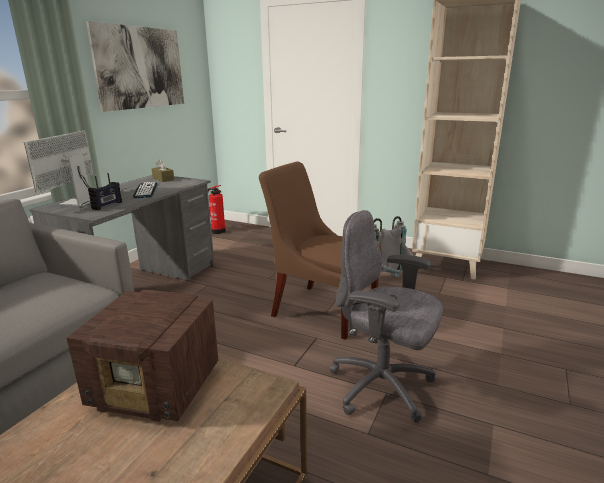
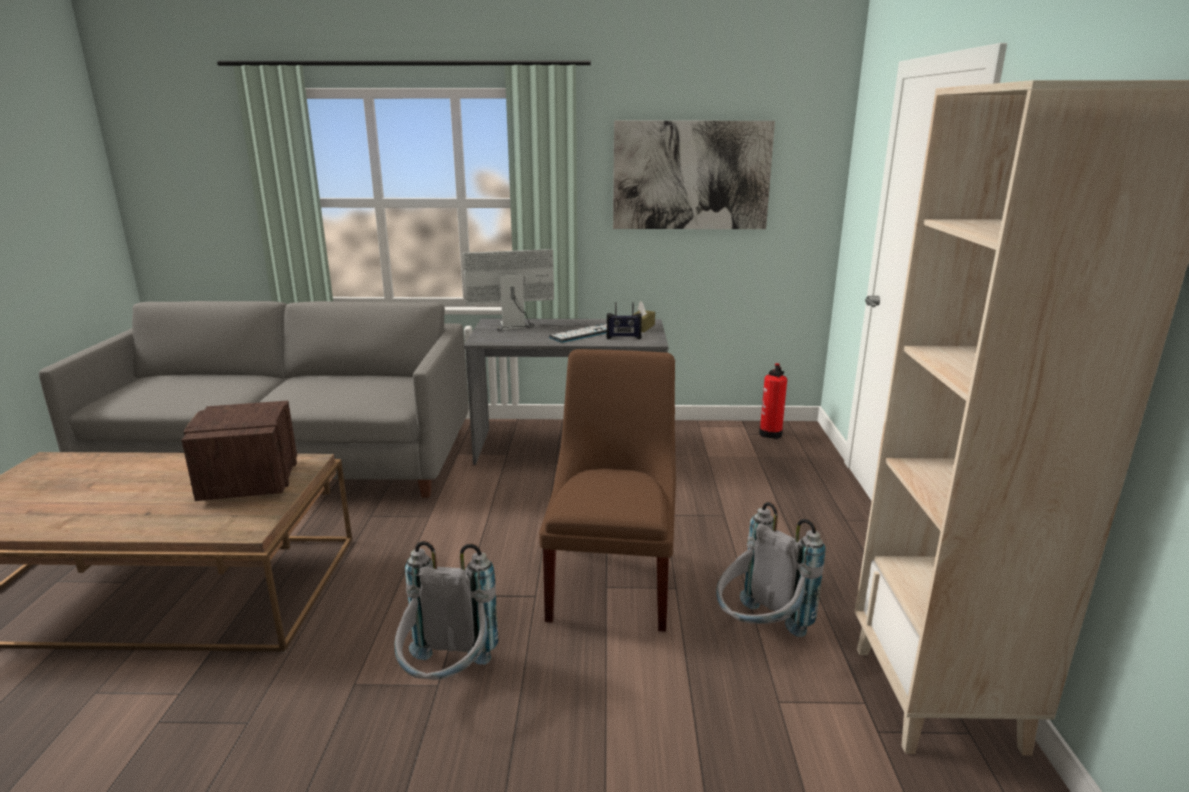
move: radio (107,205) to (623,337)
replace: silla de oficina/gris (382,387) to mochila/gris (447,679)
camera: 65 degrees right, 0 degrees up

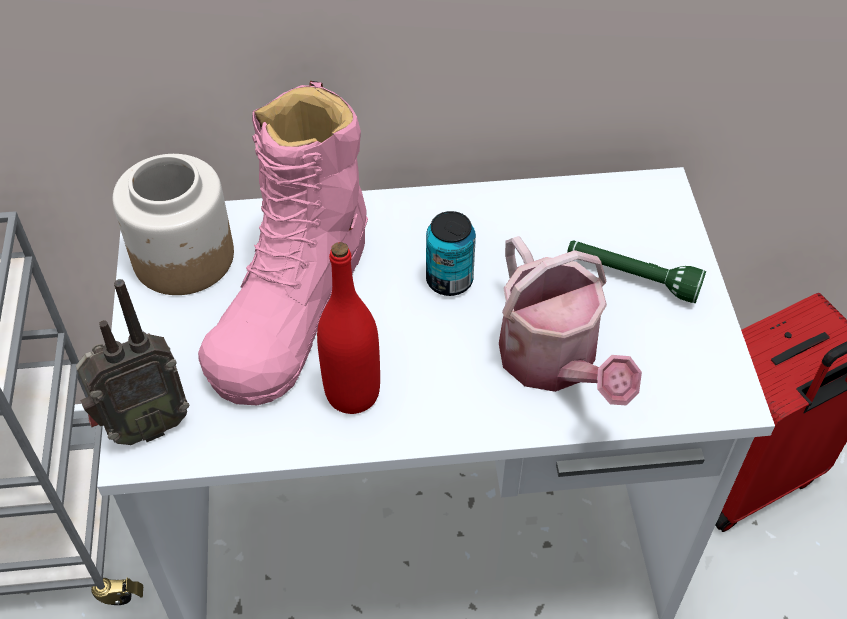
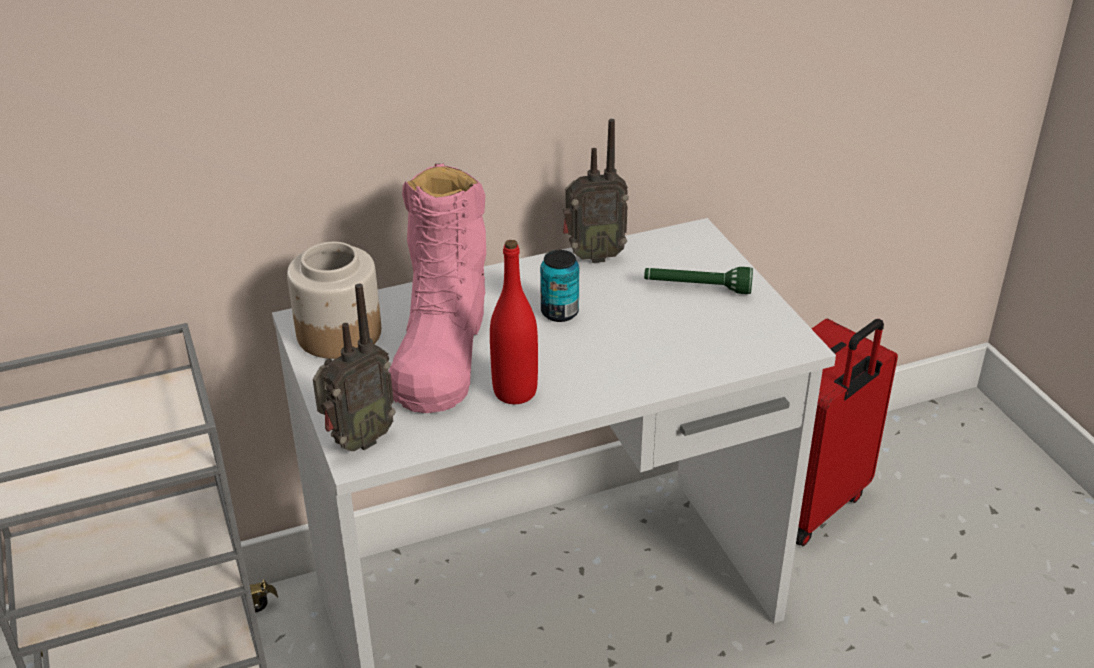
delete: regadera (554,363)
insert: radio (592,256)
camera: 15 degrees left, 15 degrees down

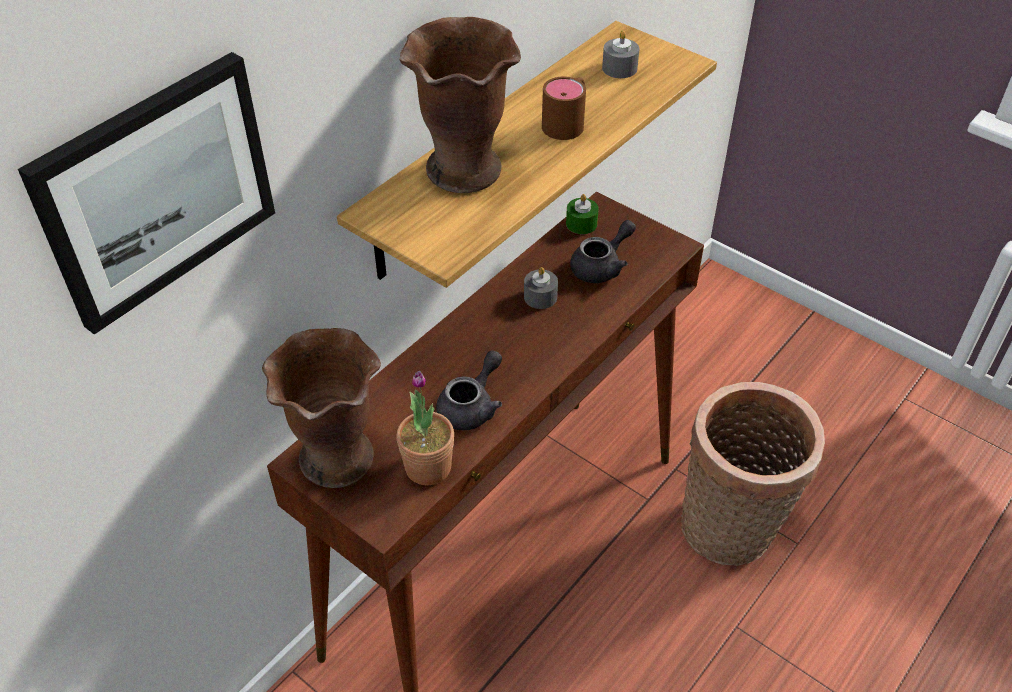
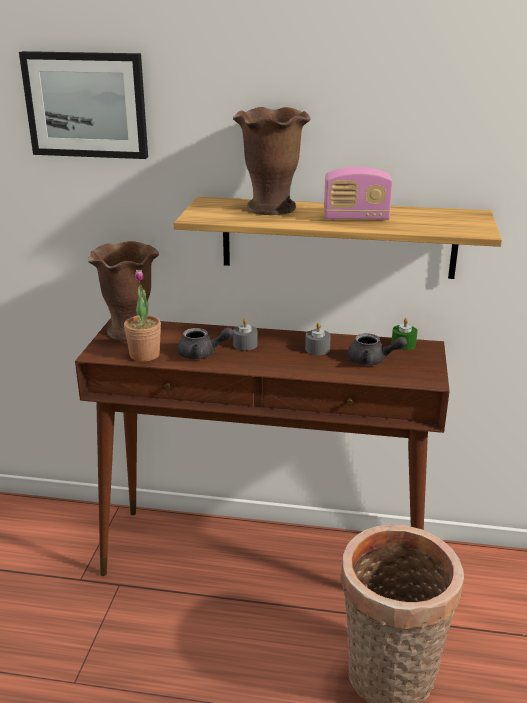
move: vela/gris (619,68) to (245,344)
replace: taza grande/marrón (567,122) to radio (356,218)
camera: 60 degrees right, 20 degrees down

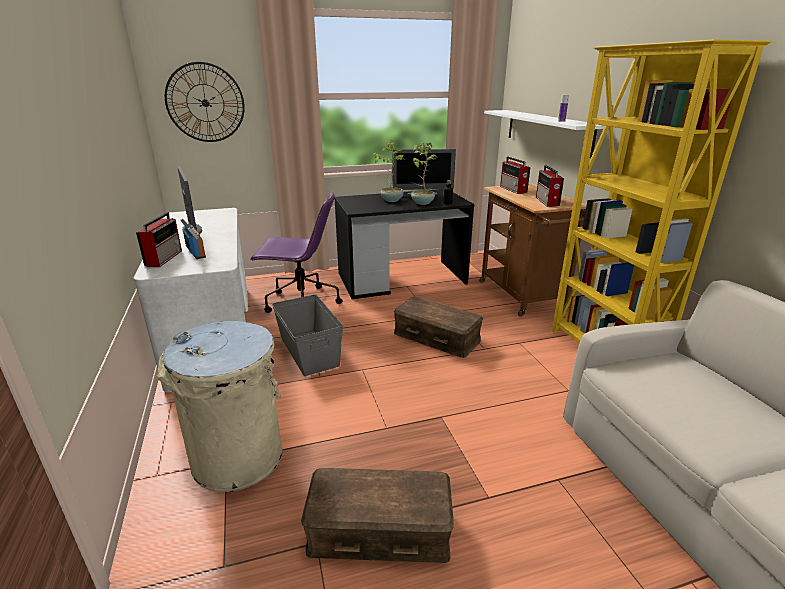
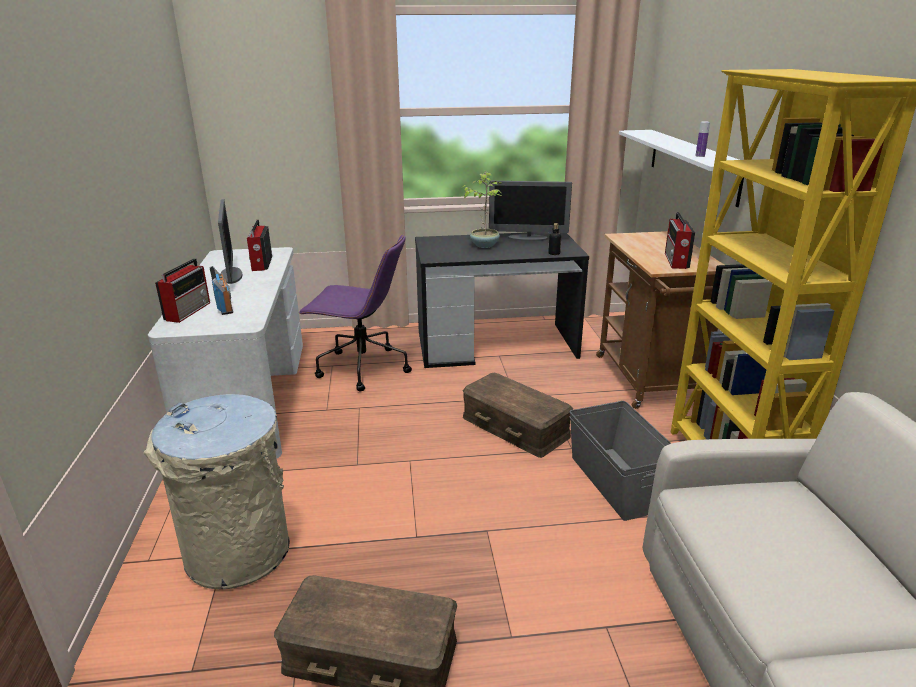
delete: reloj de pared (205,103); planta en maceta (422,203)
move: caja de almacenaje/gris (309,351) to (618,481); radio (513,190) to (261,264)
camera: 10 degrees right, 0 degrees up

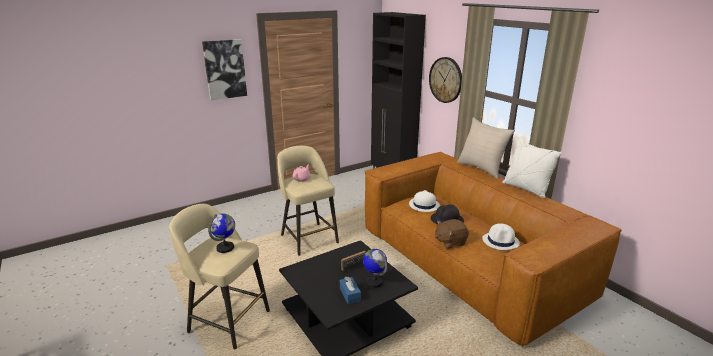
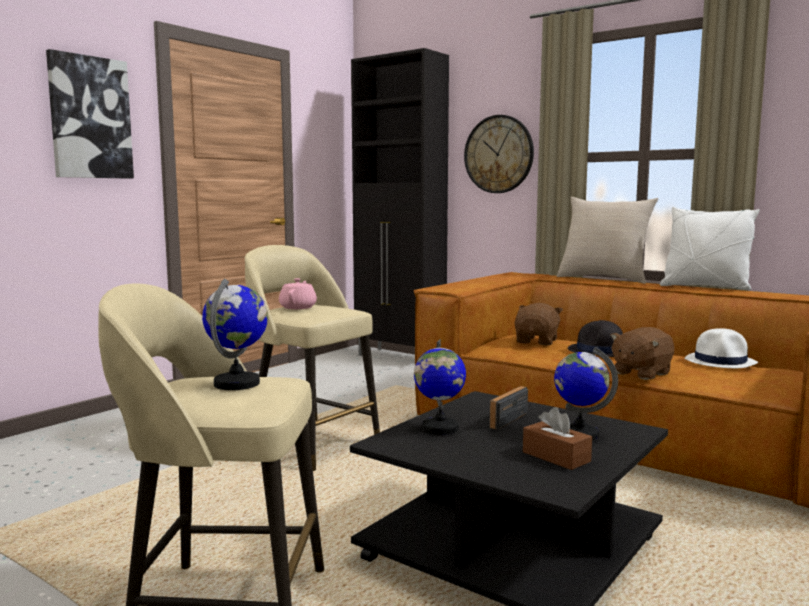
insert: globo terráqueo (439,428)
replace: sombrero/blanco (424,205) to peluche/marrón (537,341)
recolor: caja de pañuelos/azul (350,294) to caja de pañuelos/marrón (556,457)
camera: 20 degrees left, 15 degrees down

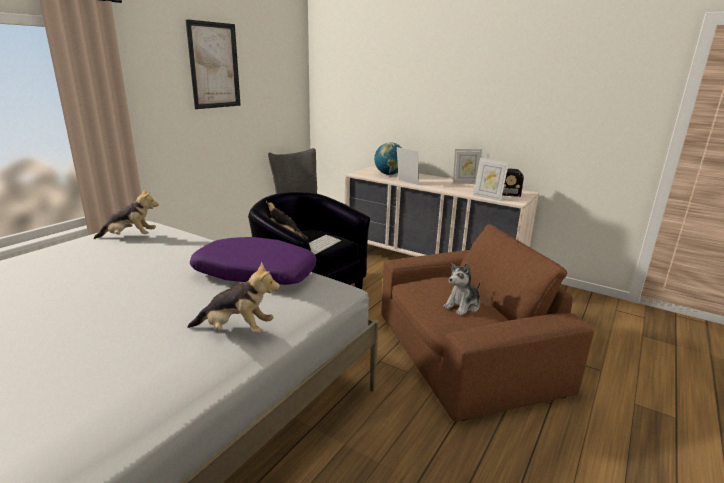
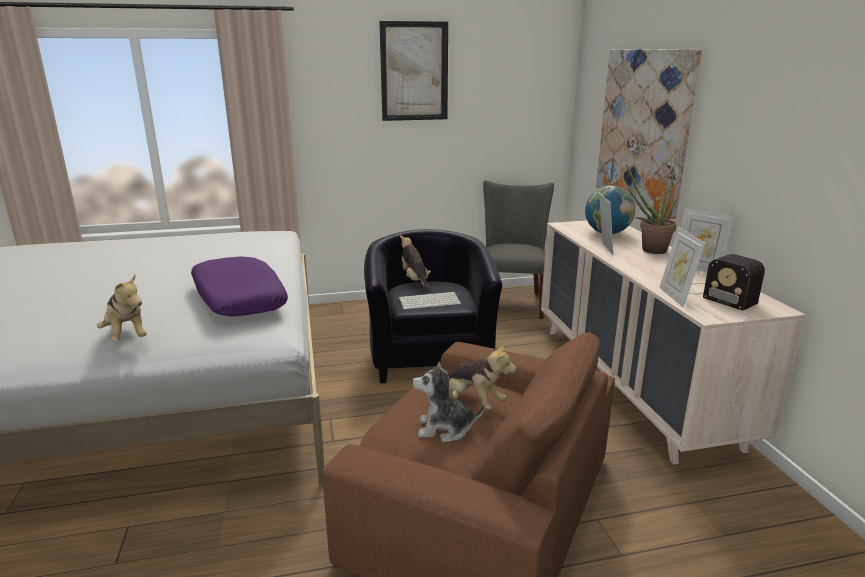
insert: cuadro (643,128); planta en maceta (649,250)
move: peluche (130,237) to (472,402)
camera: 45 degrees right, 0 degrees up

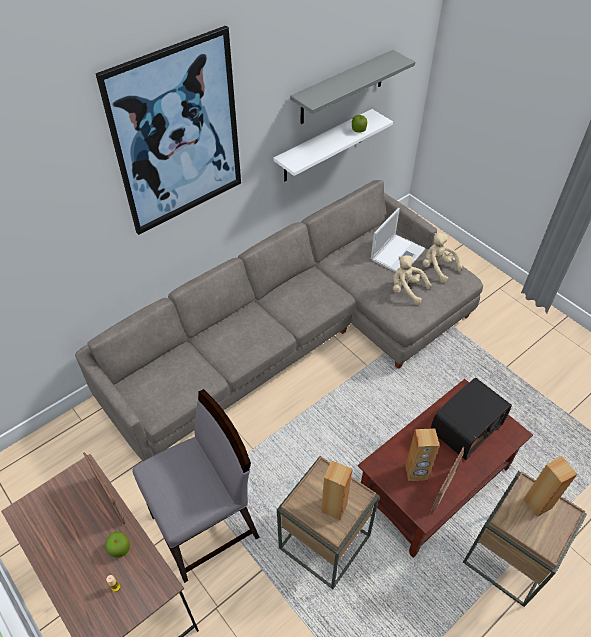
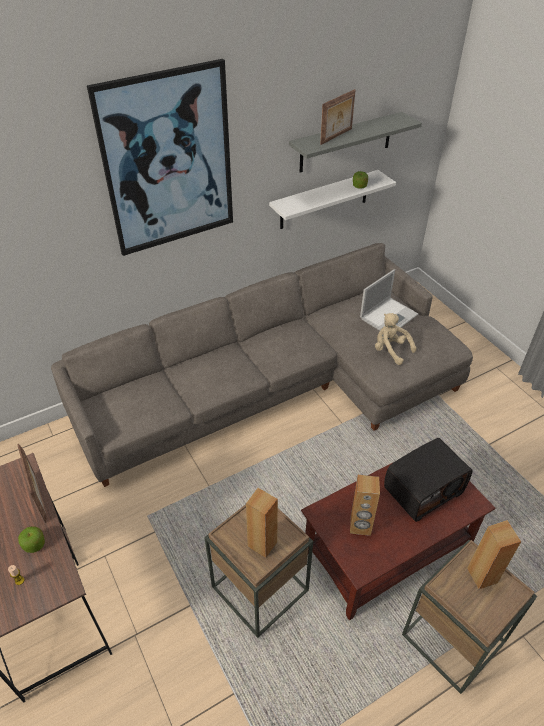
delete: silla/gris (206,526); peluche/beis (438,268)
move: portarretratos (444,491) to (337,136)
camera: 10 degrees right, 5 degrees down

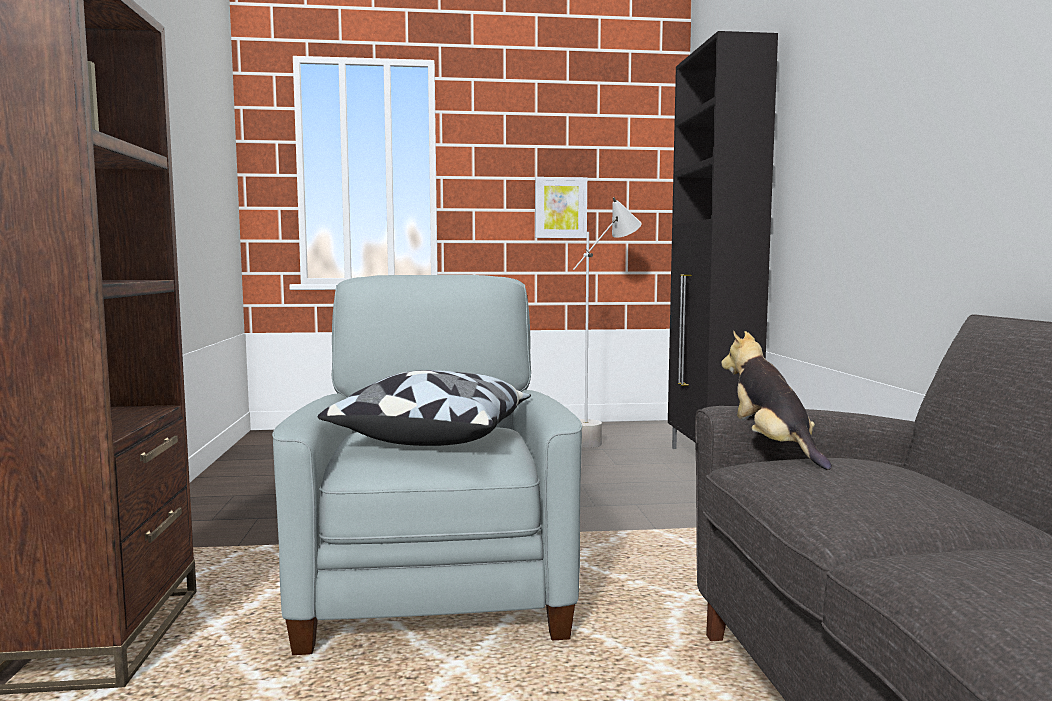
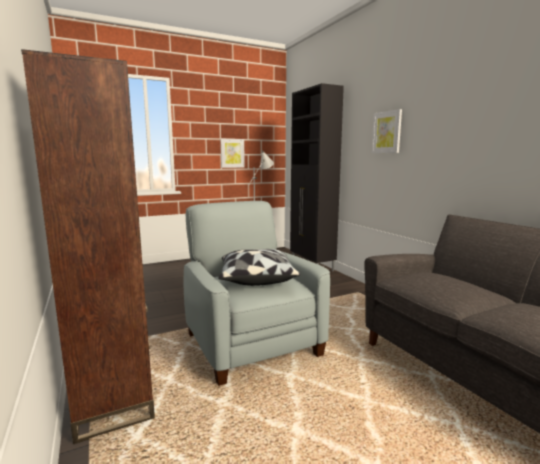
delete: peluche (771,448)
insert: cuadro (387,132)
camera: 20 degrees left, 5 degrees up

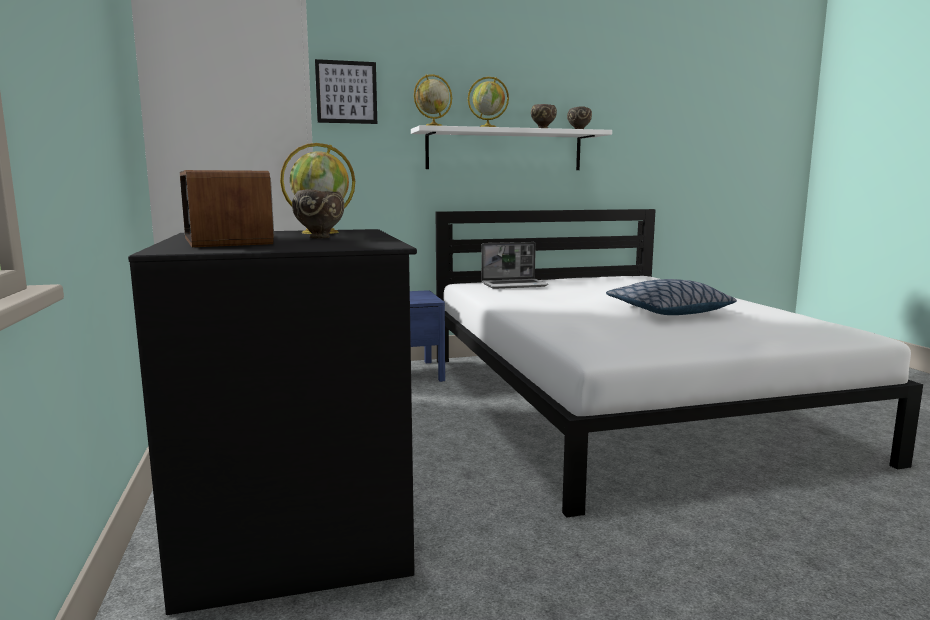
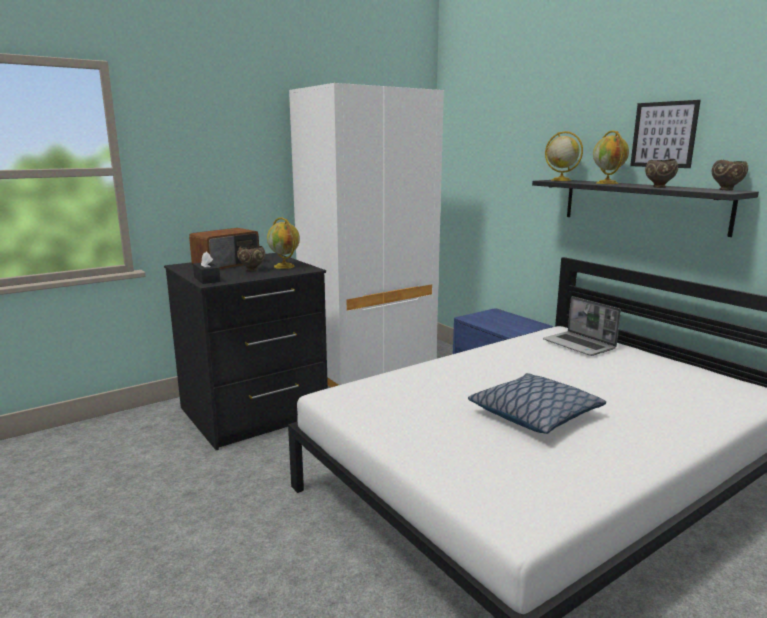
insert: caja de pañuelos/negro (207,279)
move: cuadro (346,92) to (664,134)
recolor: estante/blanco (505,150) to estante/negro (642,205)
camera: 70 degrees right, 5 degrees up

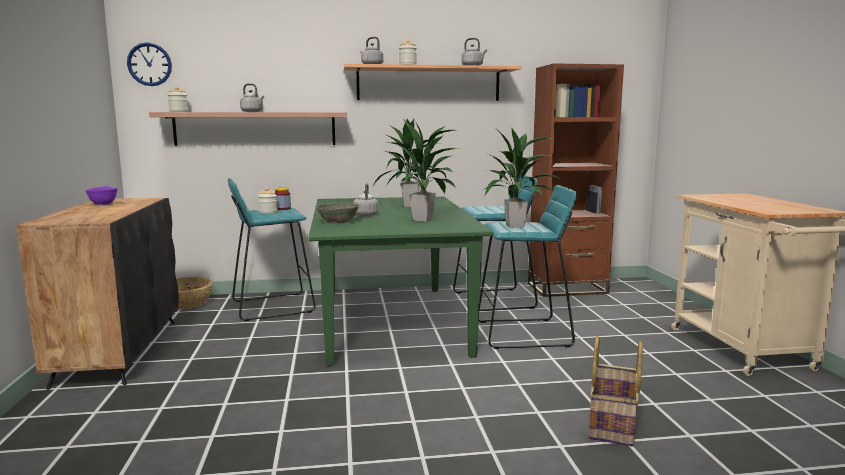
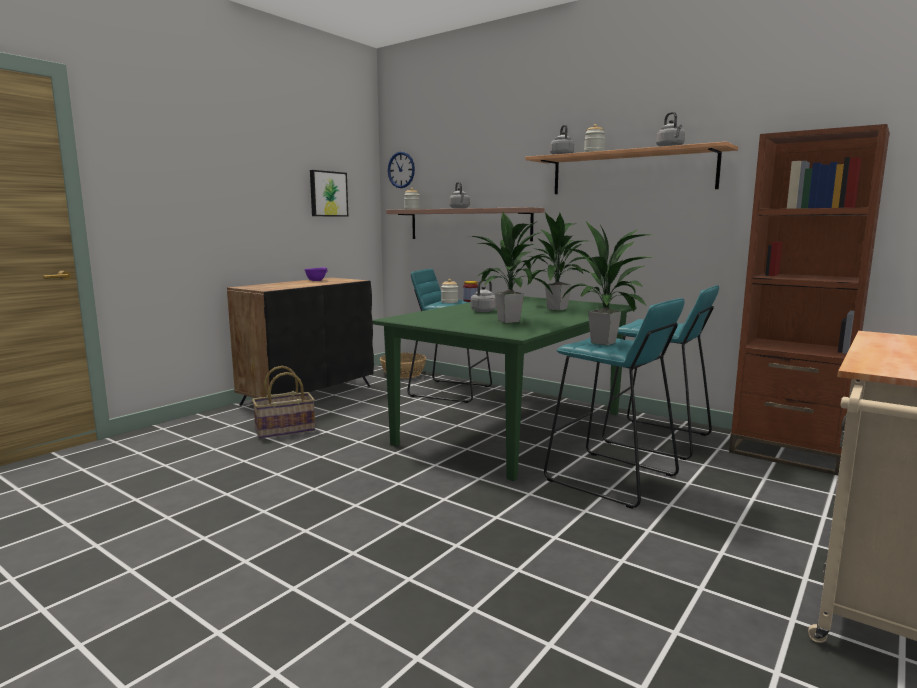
delete: cuenco/gris (338,222)
insert: cuadro (328,194)
move: cesta (613,424) to (285,430)
camera: 45 degrees right, 0 degrees up

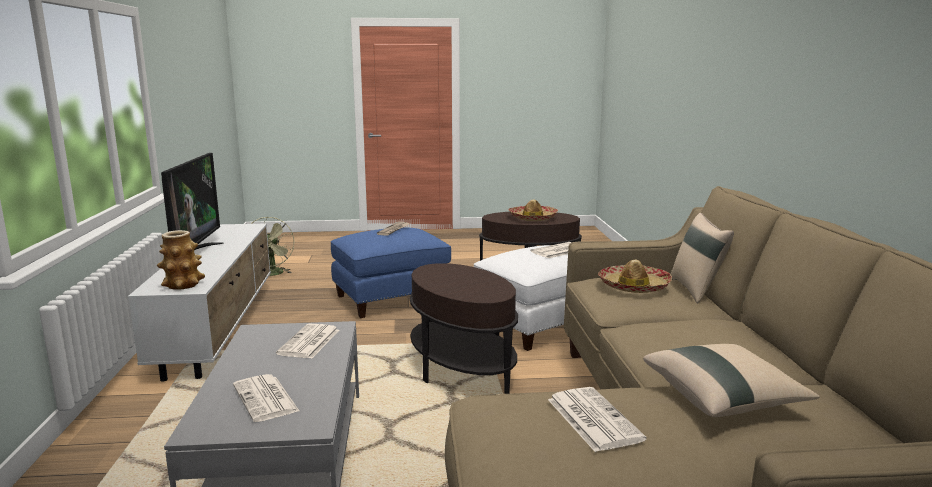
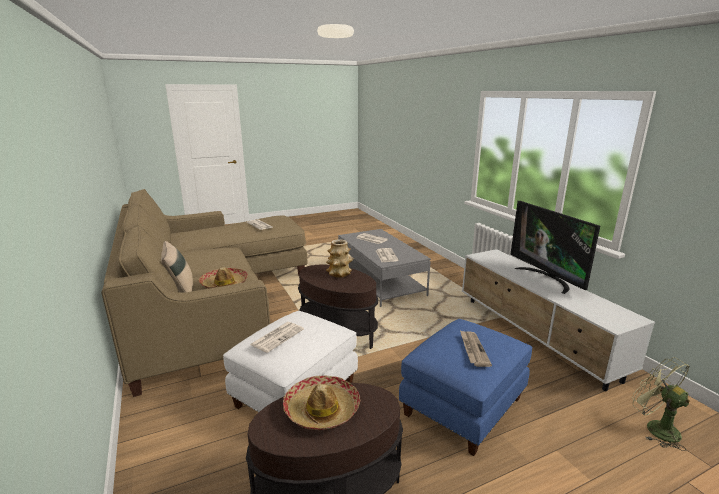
delete: cojín/beis (723,399)
move: florero (183,285) to (339,274)
camera: 160 degrees right, 5 degrees up

